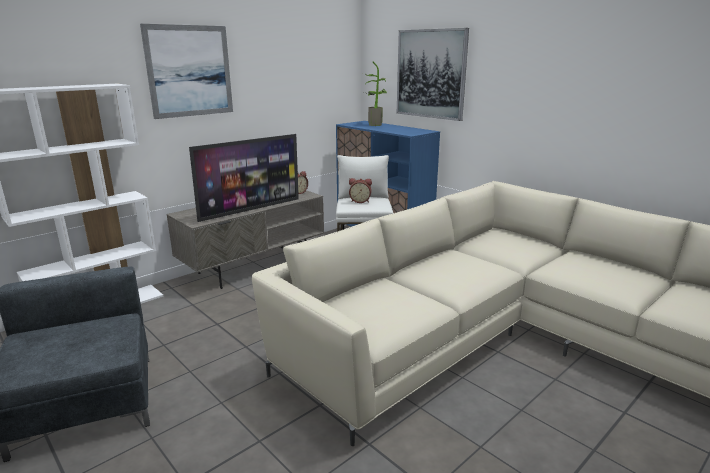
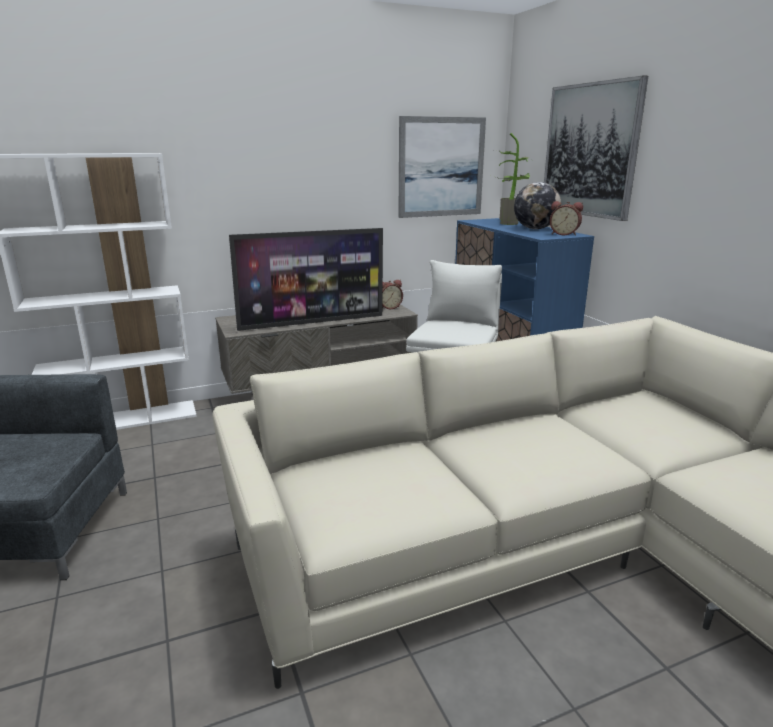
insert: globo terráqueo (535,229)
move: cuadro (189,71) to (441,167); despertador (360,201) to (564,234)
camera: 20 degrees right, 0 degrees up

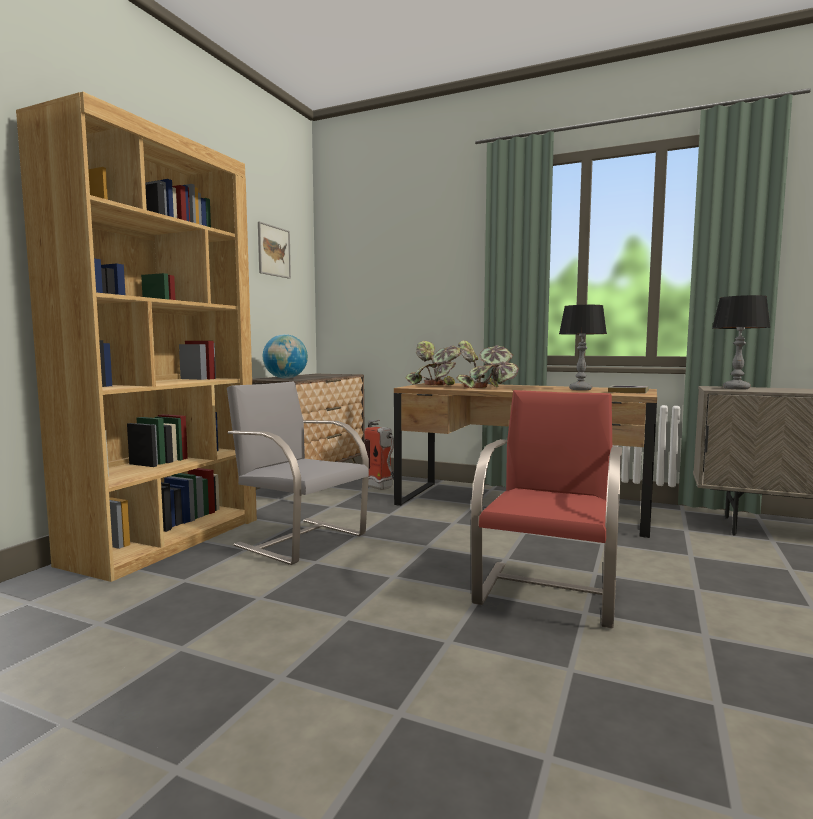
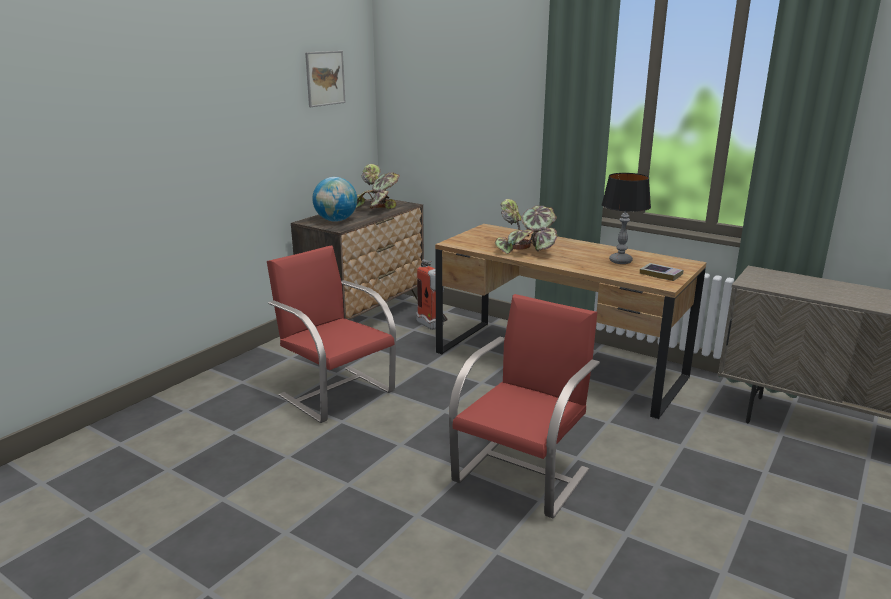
delete: estantería/marrón (167,540); lámpara de mesa (736,388)
move: planta en maceta (435,385) to (377,209)
recolor: silla/gris (300,539) to silla/rojo (336,392)
camera: 10 degrees right, 15 degrees up

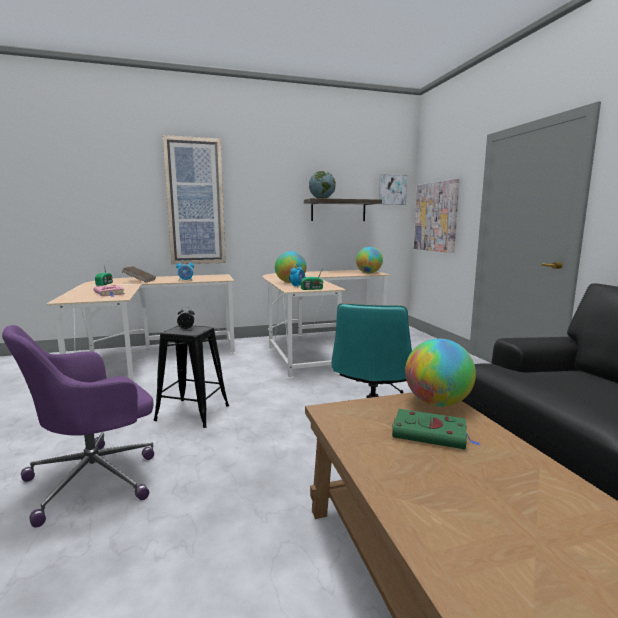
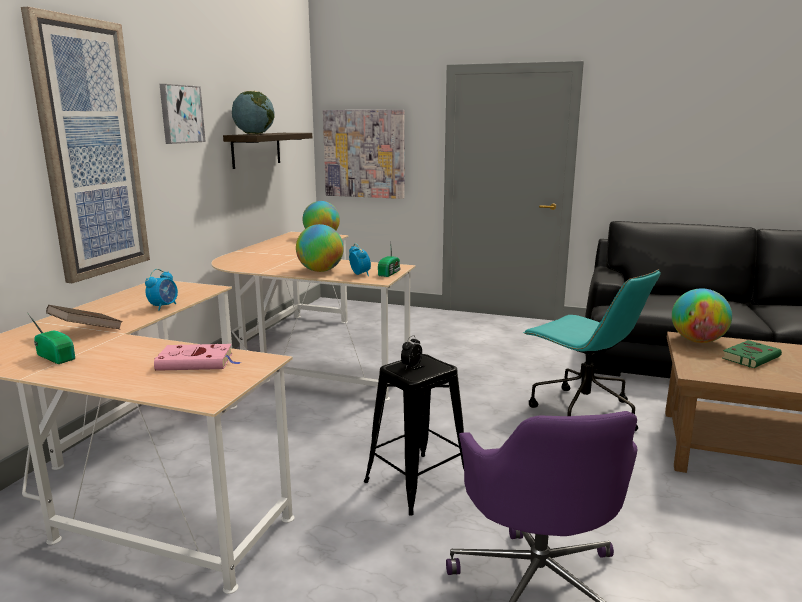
move: cuadro (392,189) to (181,114)
camera: 55 degrees left, 5 degrees up

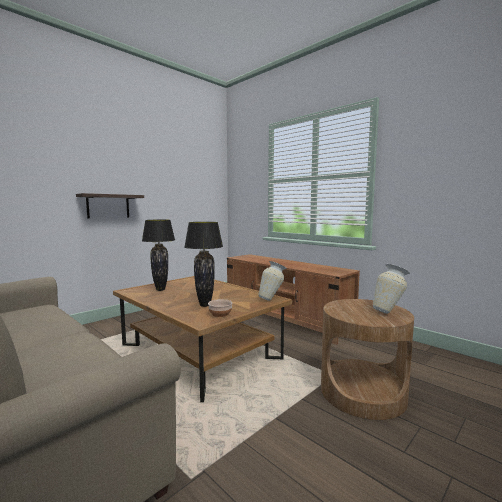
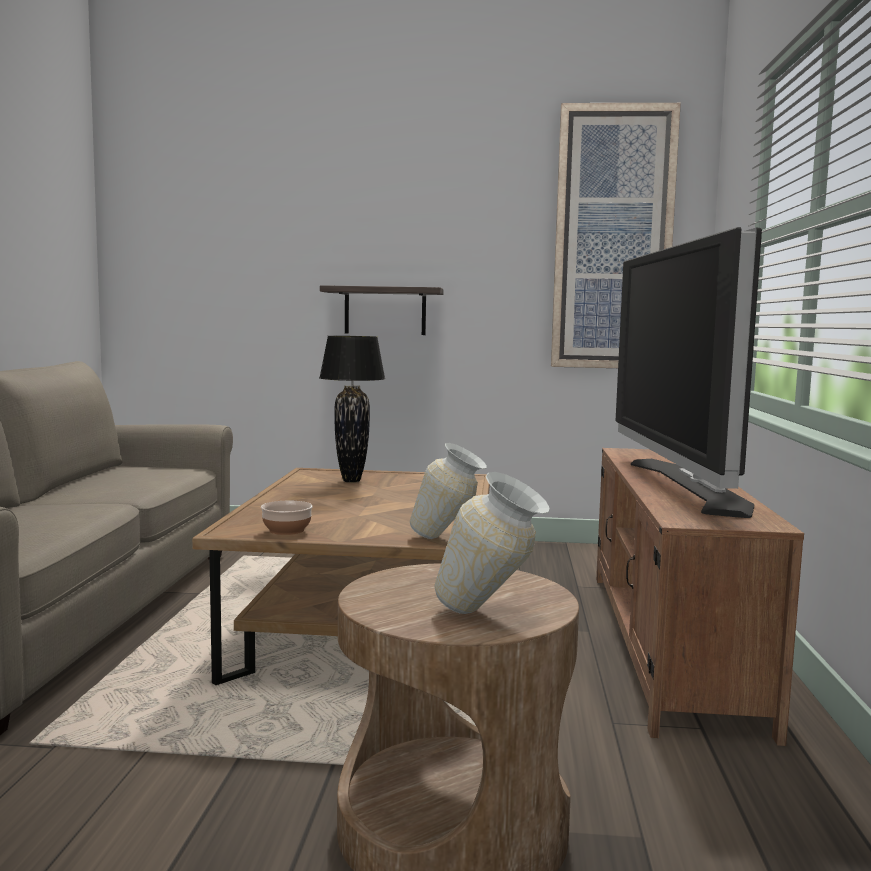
delete: lámpara de mesa/negro (205,305)
insert: cuadro (613,239); televisor (685,486)
camera: 50 degrees right, 0 degrees up

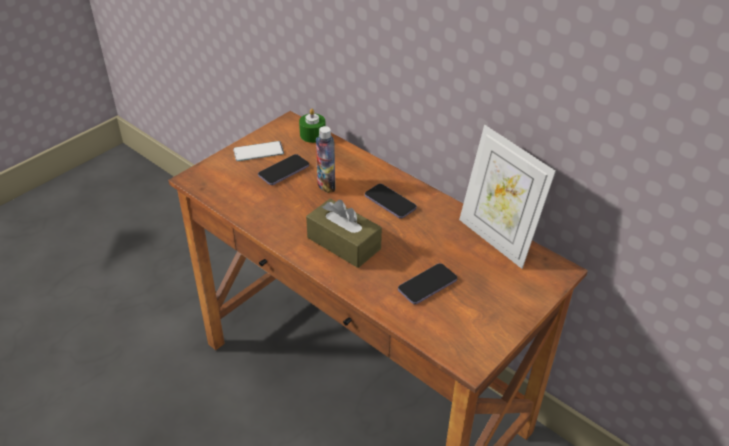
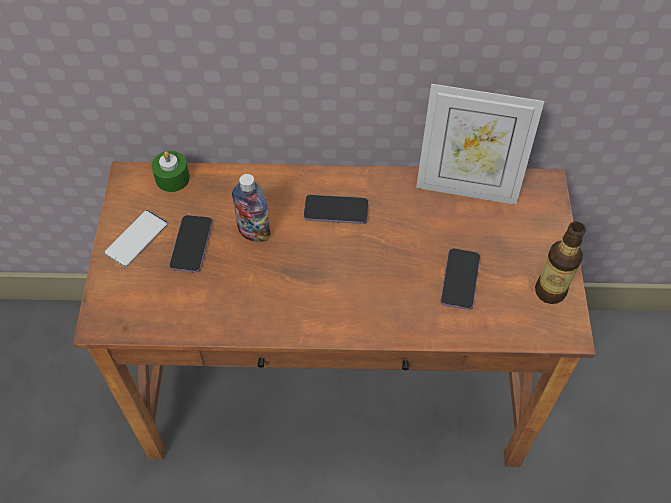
delete: caja de pañuelos/marrón (343,243)
insert: botella (550,291)
camera: 40 degrees left, 15 degrees up

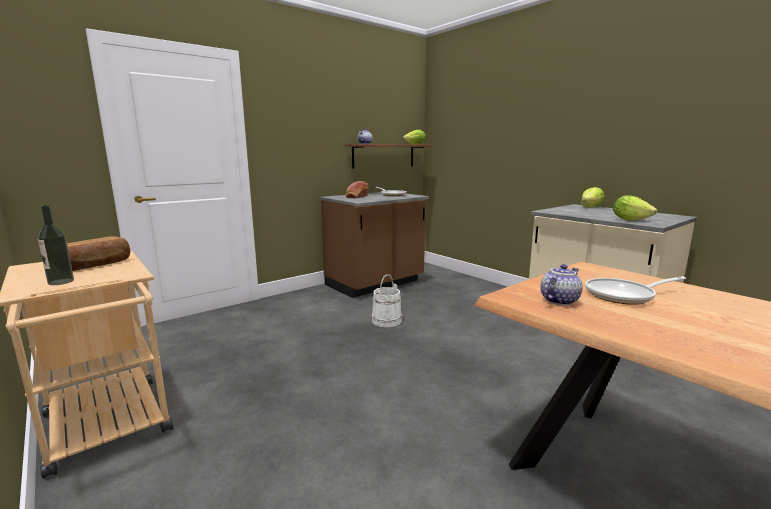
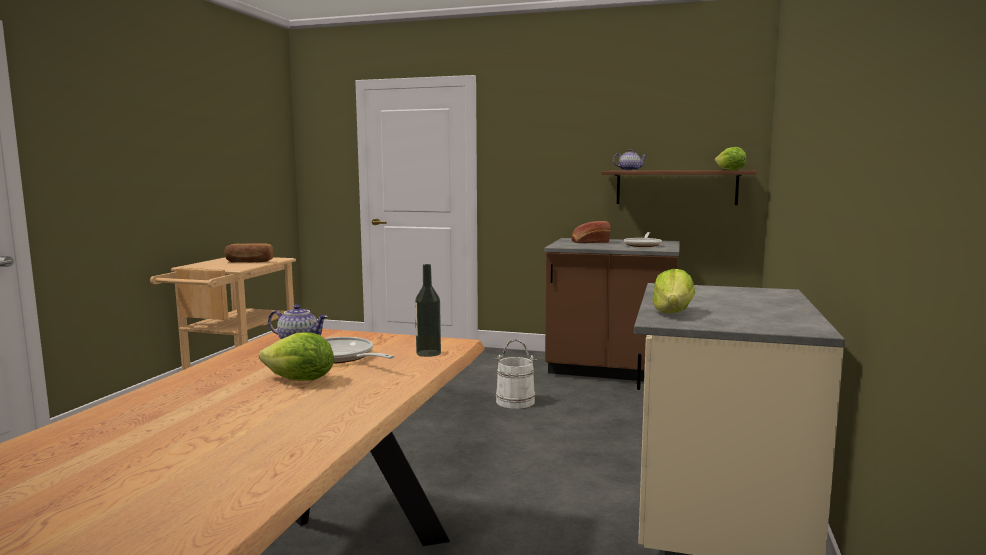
move: botella (61,282) to (428,353); lechuga (590,207) to (300,381)
camera: 55 degrees right, 5 degrees down

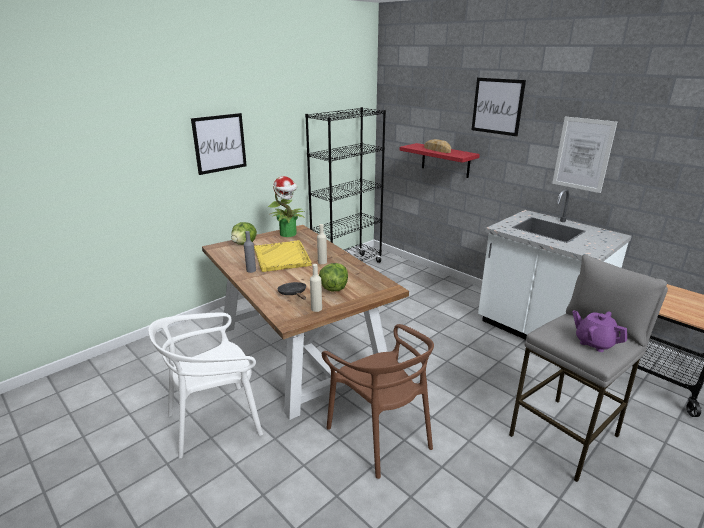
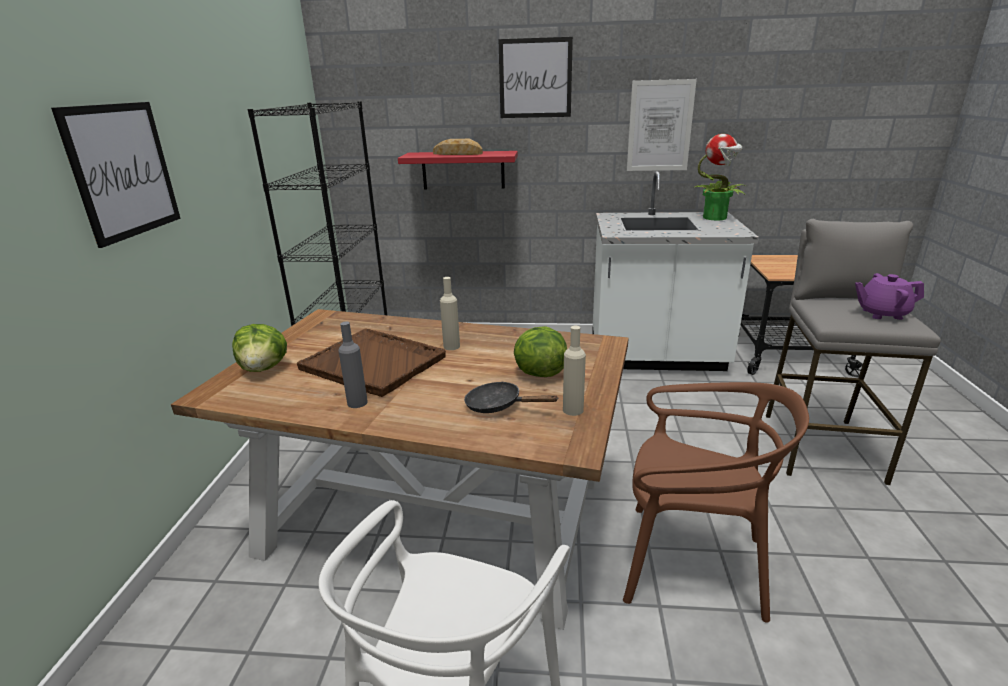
move: planta en maceta (288,234) to (715,217)
recolor: bandeja/amarillo (281,257) to bandeja/marrón (374,363)
camera: 40 degrees left, 0 degrees up

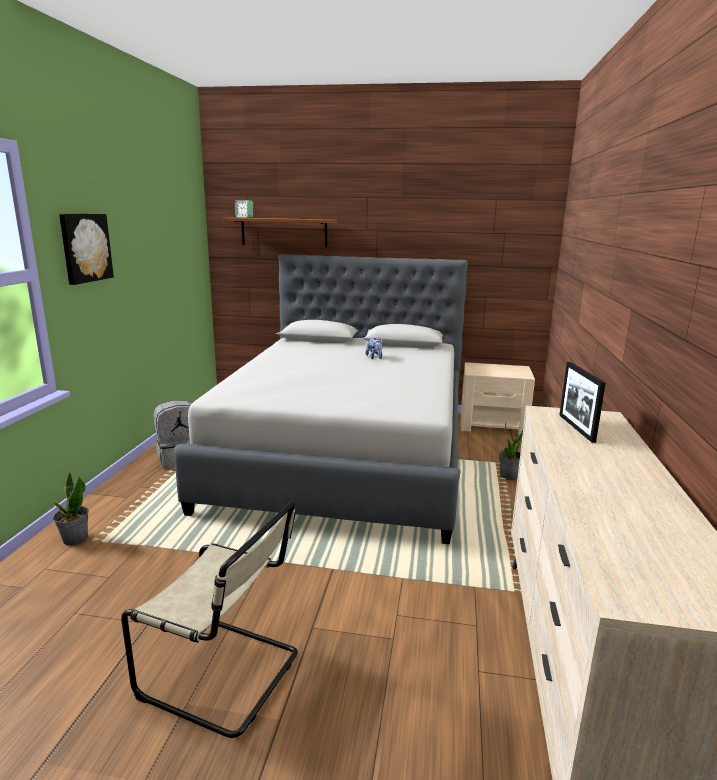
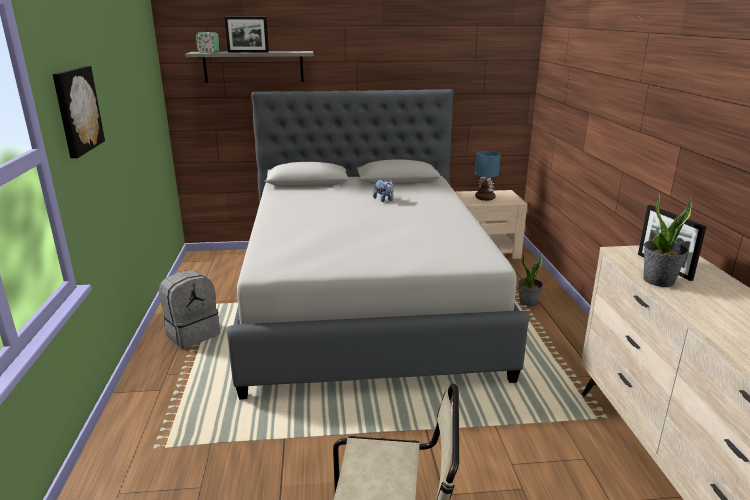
insert: portarretratos (248,52); lámpara de mesa (484,198)
move: planta en maceta (75,539) to (659,280)
recolor: estante/marrón (284,232) to estante/gris (253,66)
camera: 15 degrees left, 5 degrees up

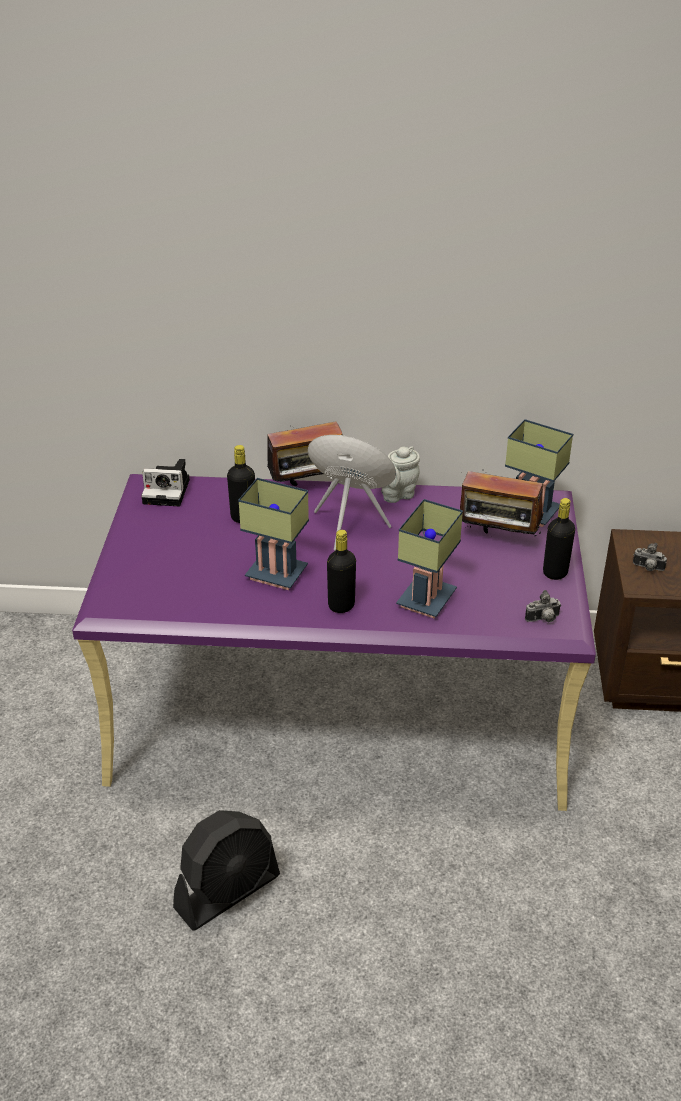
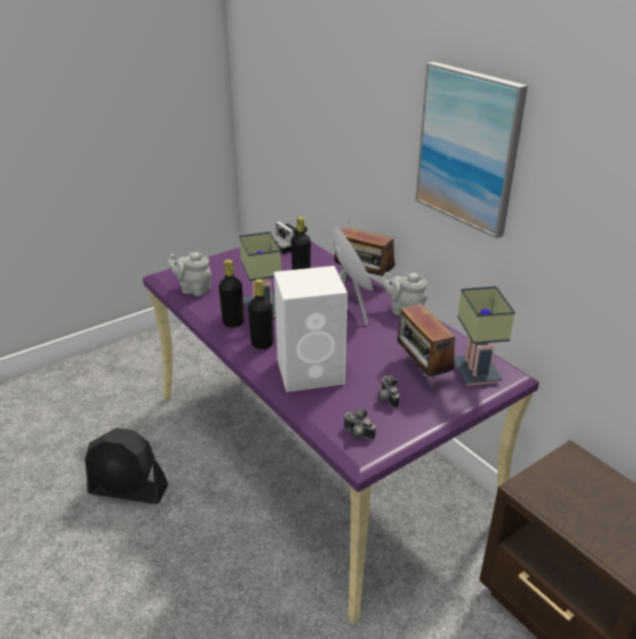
insert: tetera/gris (193,289); cuadro (468,148)
move: botella/negro (555,572) to (233,323); cámara (647,568) to (386,399)
replace: lámpara de mesa (425,598) to altavoz/blanco (312,372)
camera: 50 degrees right, 5 degrees down

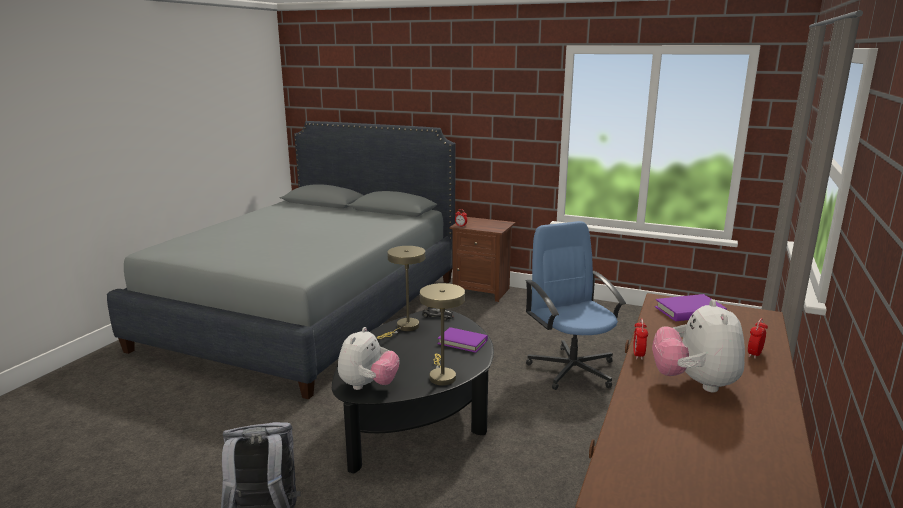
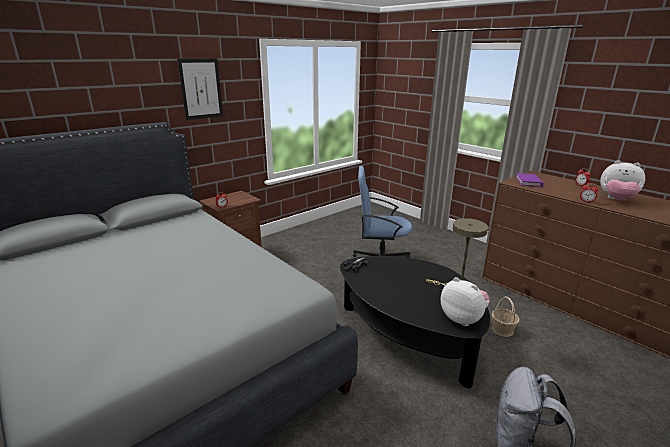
delete: lámpara de mesa/beis (405,328); libro/morado (462,342)
insert: cuadro (201,89); cesta (502,329)
camera: 65 degrees left, 5 degrees up

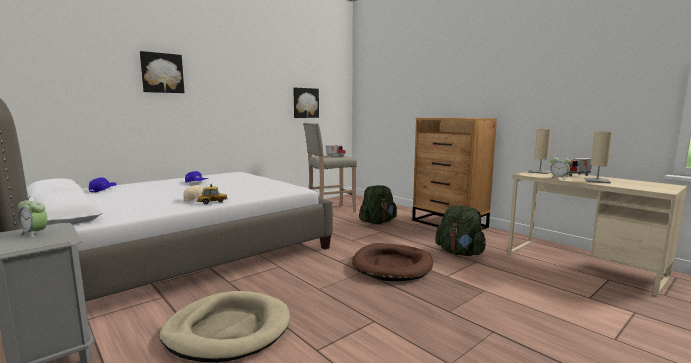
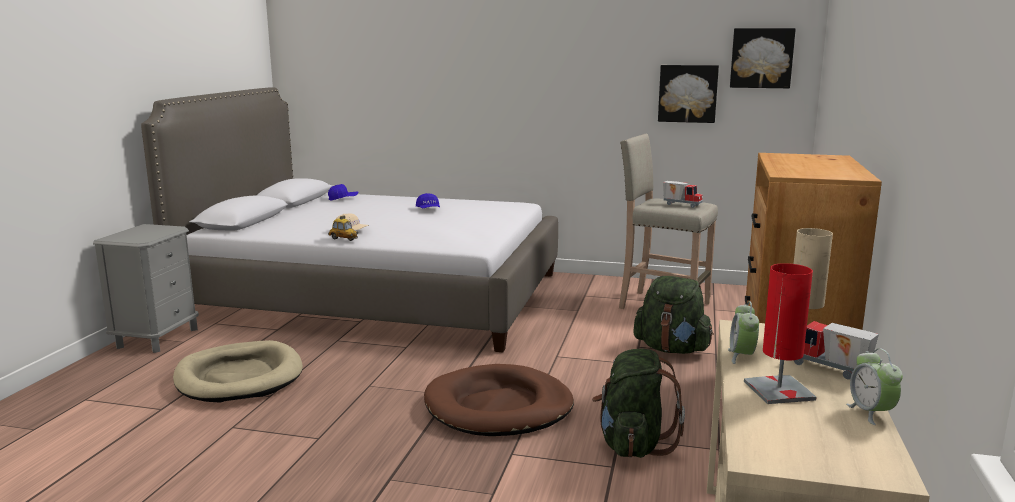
move: despertador (34,234) to (871,413); cuadro (162,73) to (761,58)
recolor: lámpara de mesa/beis (597,181) to lámpara de mesa/rojo (778,390)
camera: 55 degrees right, 5 degrees up

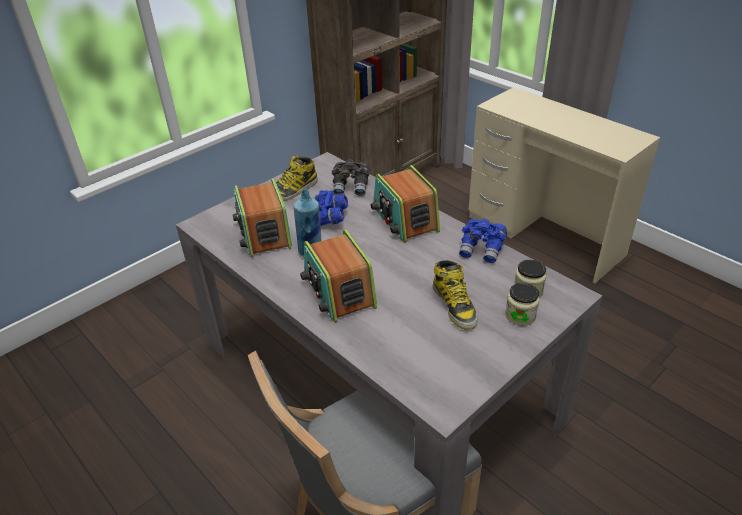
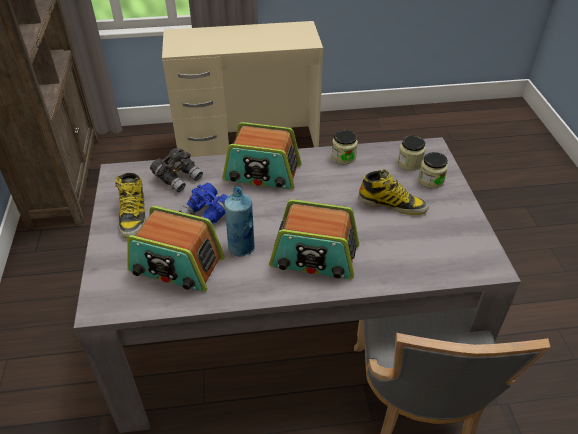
replace: prismáticos/azul (482,249) to tarro (343,157)
camera: 55 degrees left, 5 degrees up

